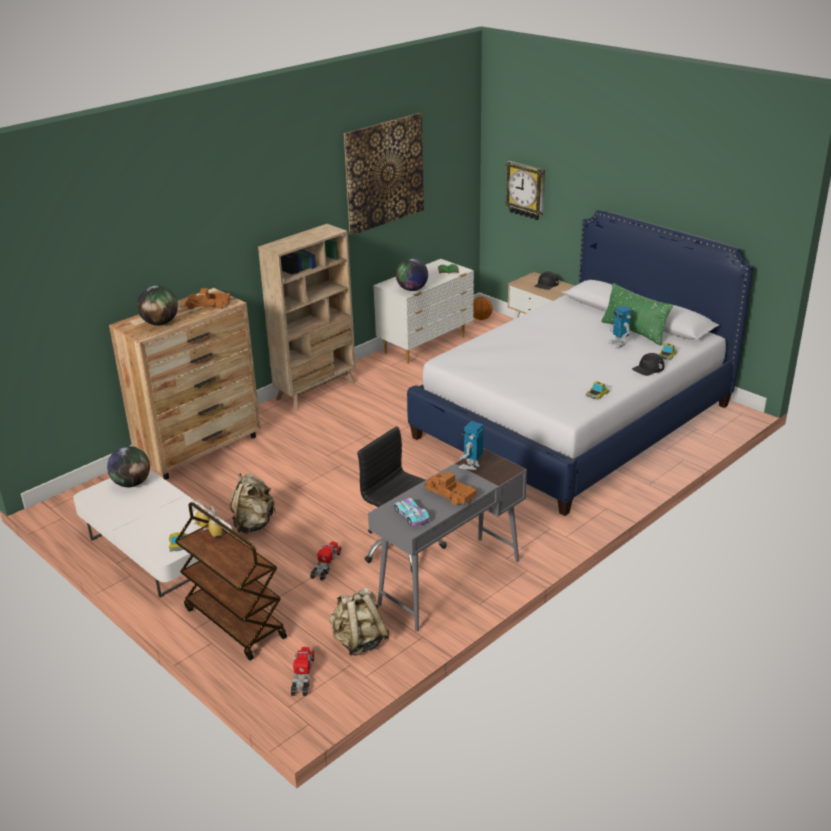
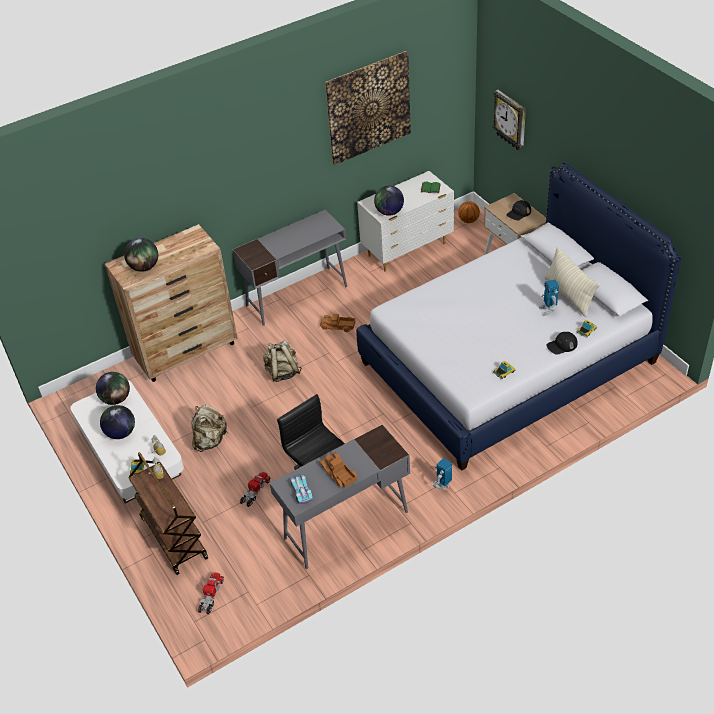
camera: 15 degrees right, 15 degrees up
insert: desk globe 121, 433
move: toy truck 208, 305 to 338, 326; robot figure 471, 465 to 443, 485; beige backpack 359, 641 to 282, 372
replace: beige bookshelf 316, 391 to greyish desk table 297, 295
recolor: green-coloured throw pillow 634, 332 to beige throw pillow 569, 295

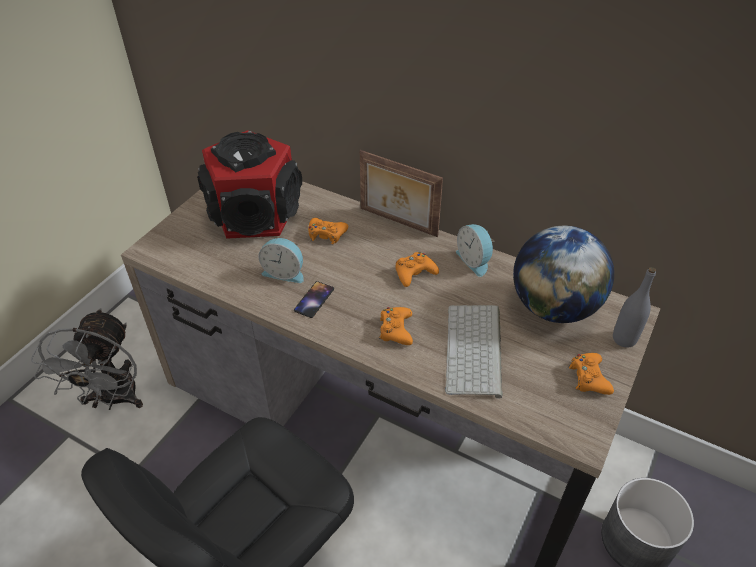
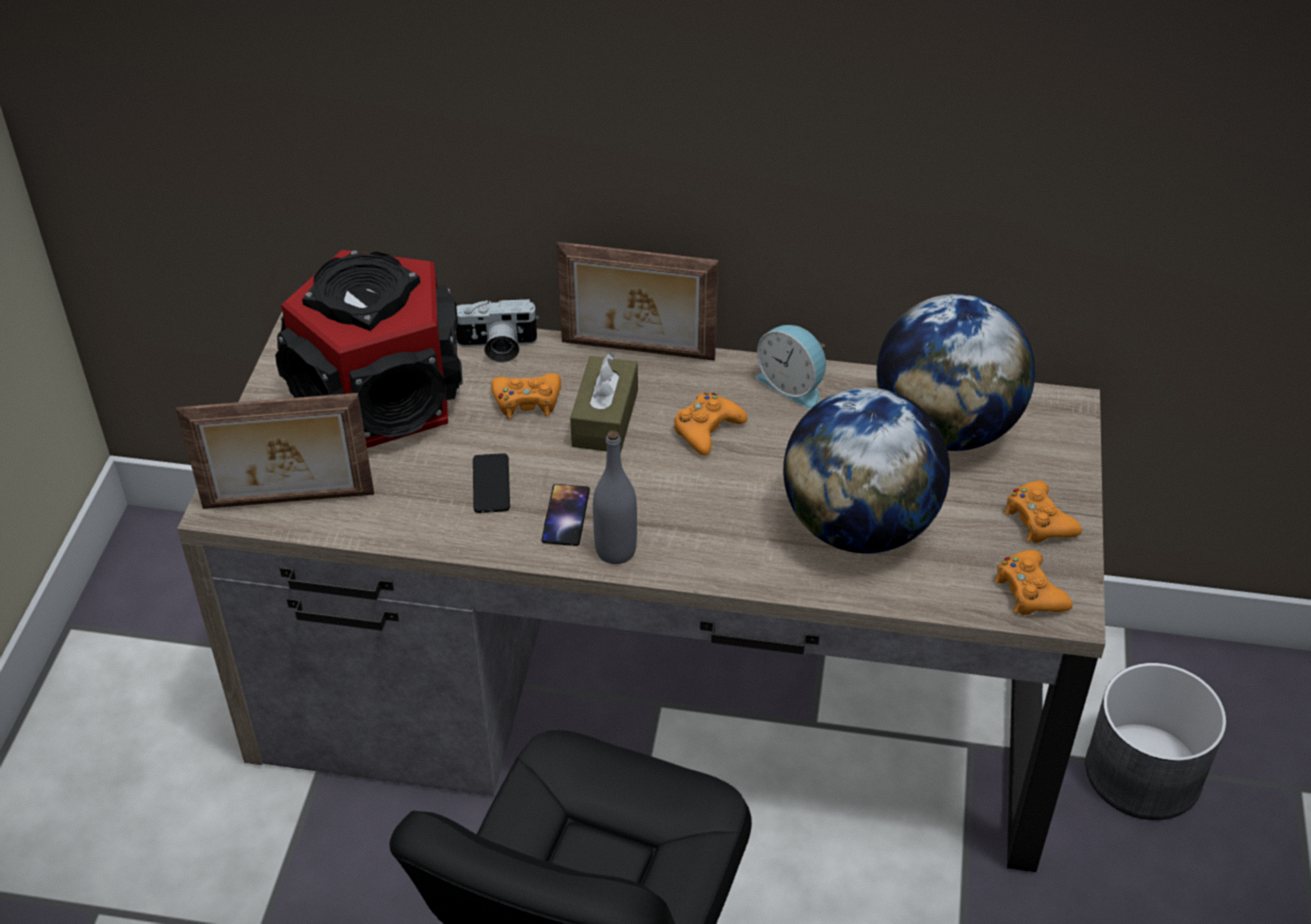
camera: 20 degrees left, 0 degrees up
delete: greyish cooling fan 114, 400
insert: photo camera 496, 347; brownish tissue box 605, 418; picture frame 288, 502
move: greyish beverage bottle 624, 339 to 615, 550; orangey joypad 396, 330 to 1029, 592
replace: bedside clock 284, 272 to telephone 491, 484; computer keyboard 475, 351 to desk globe 859, 527

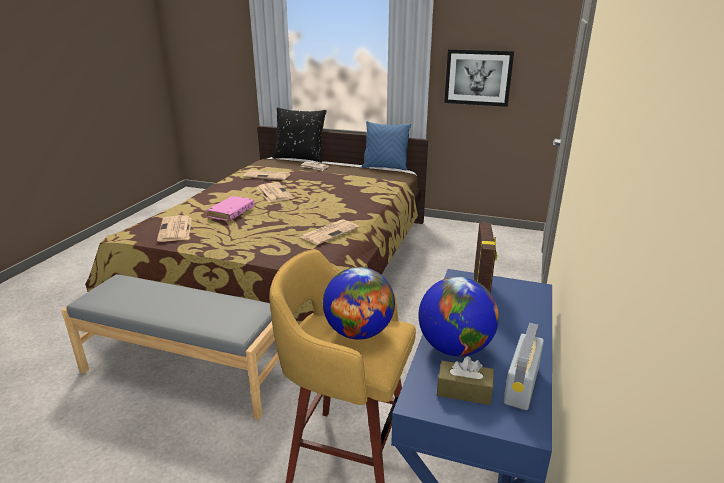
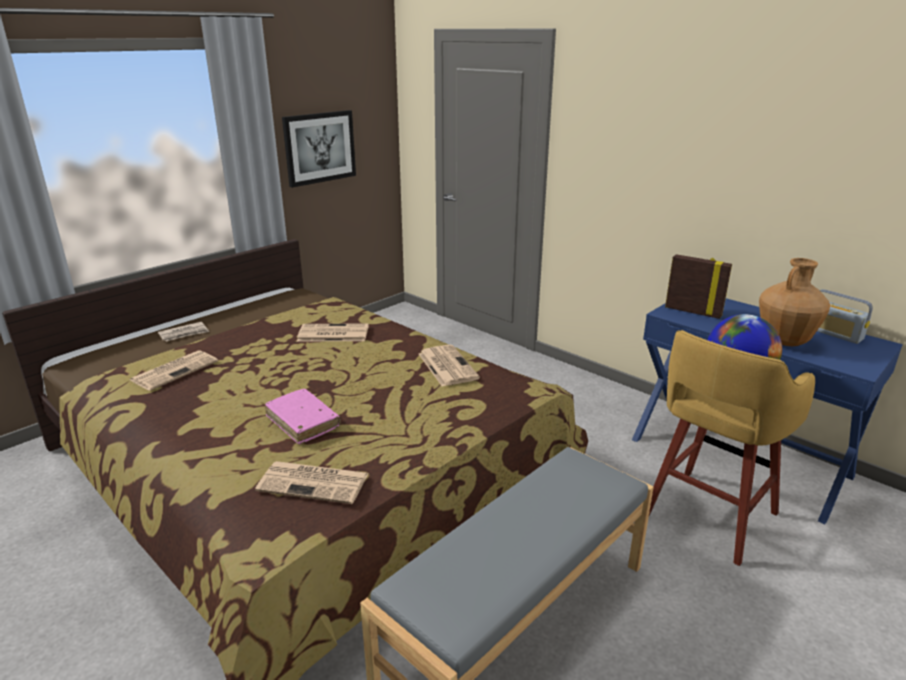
camera: 65 degrees left, 0 degrees up
delete: blackish throw pillow 300, 158; bluish throw pillow 385, 167; brownish tissue box 464, 391
move: newspaper 273, 193 to 332, 334
replace: desk globe 455, 348 to brownish decorative vase 784, 341

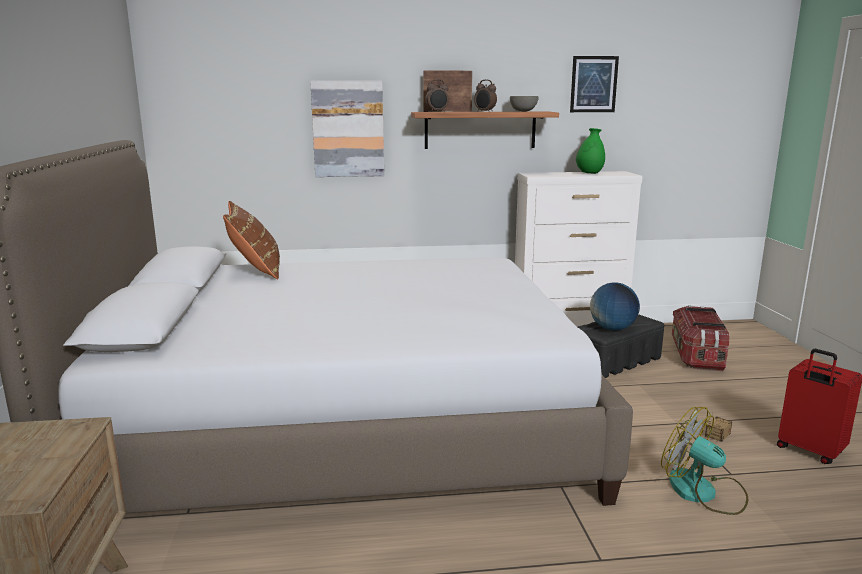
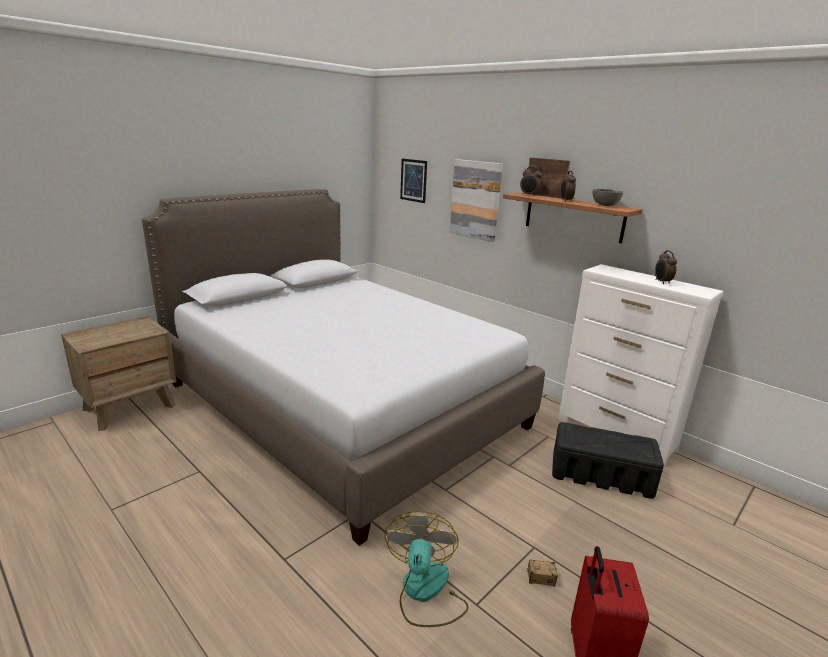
camera: 50 degrees right, 5 degrees up
delete: brownish throw pillow 256, 271; desk globe 612, 329; storage container 696, 355
move: wall art 593, 84 to 413, 180
replace: green-coloured decorative vase 589, 173 to bedside clock 662, 282

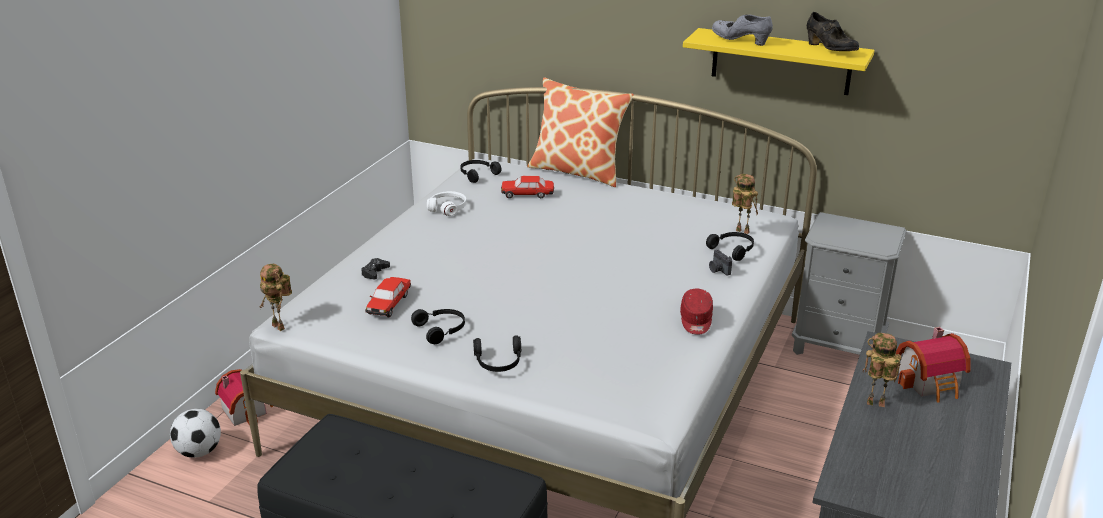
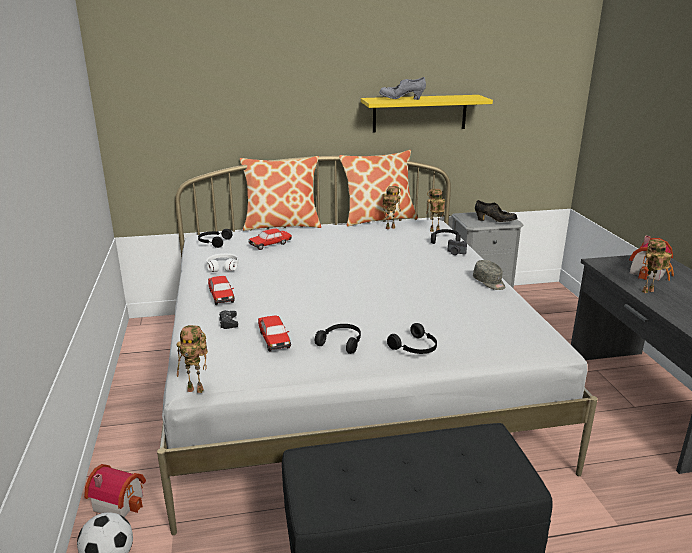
camera: 35 degrees left, 5 degrees down
insert: throw pillow 378, 219; robot figure 390, 227; toy car 221, 296
move: blackish shoe 829, 50 to 494, 222
recolor: reddish cap 696, 320 to greyish cap 489, 282

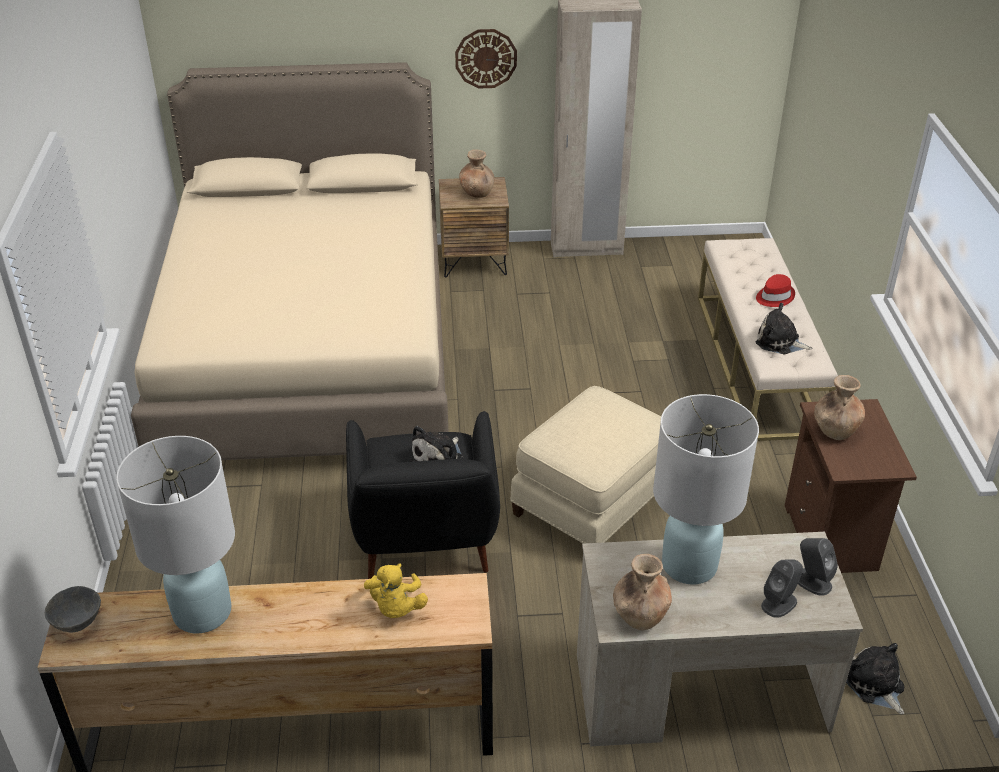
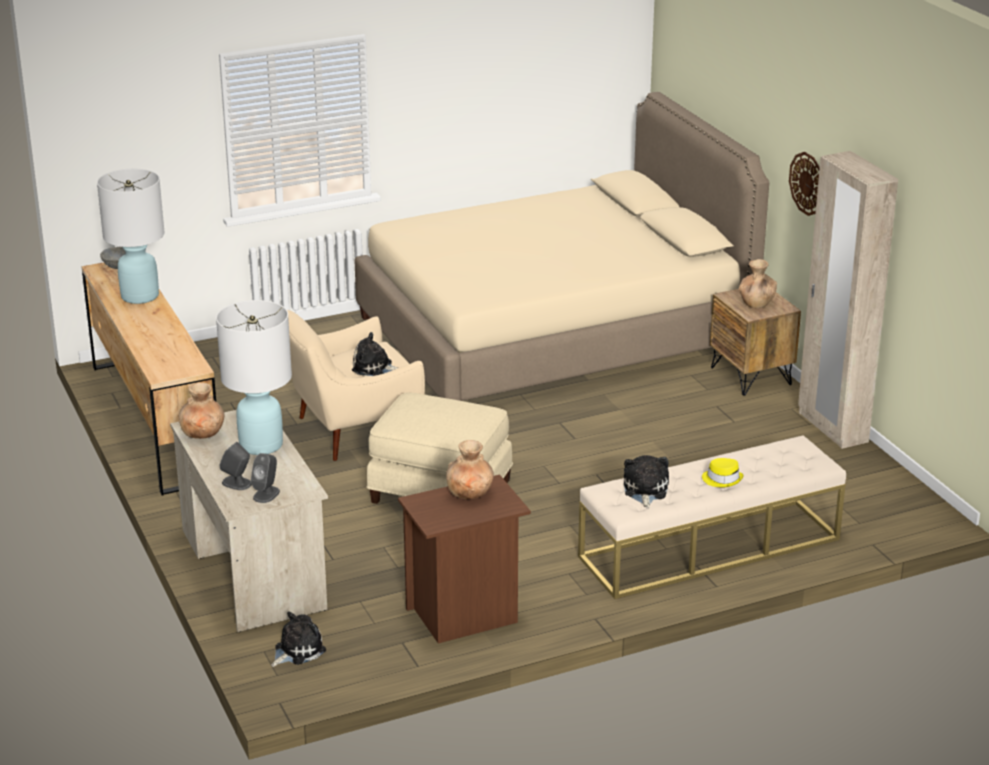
camera: 70 degrees right, 10 degrees down
delete: yellowish soft toy 396, 608
recolor: reddish wearable hat 774, 297 to yellowish wearable hat 722, 479; blackish armchair 425, 542 to beige armchair 352, 431

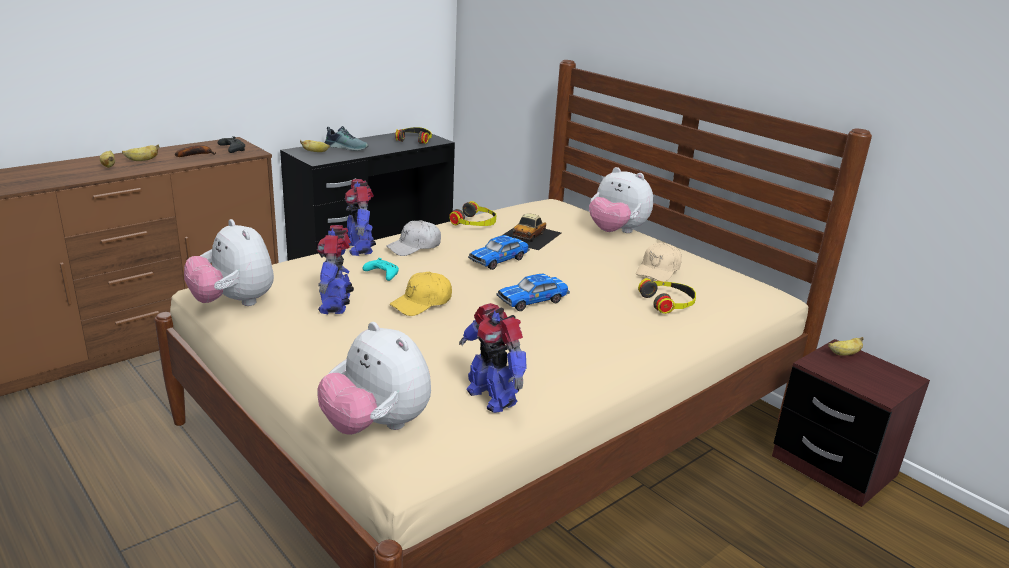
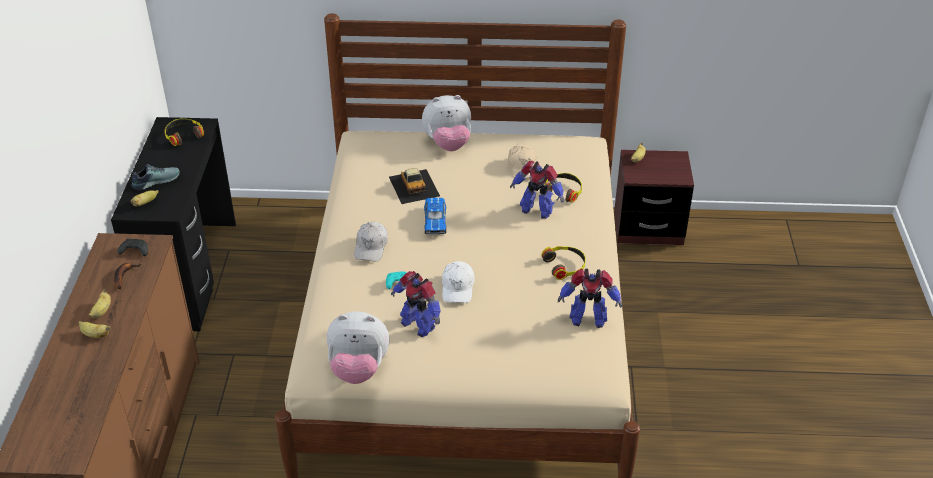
camera: 45 degrees left, 15 degrees up
delete: toy car 533, 300; soft toy 376, 426
move: robot figure 360, 248 to 536, 210; headset 475, 223 to 565, 266
recolor: yellowish cap 422, 303 to whitish cap 458, 287

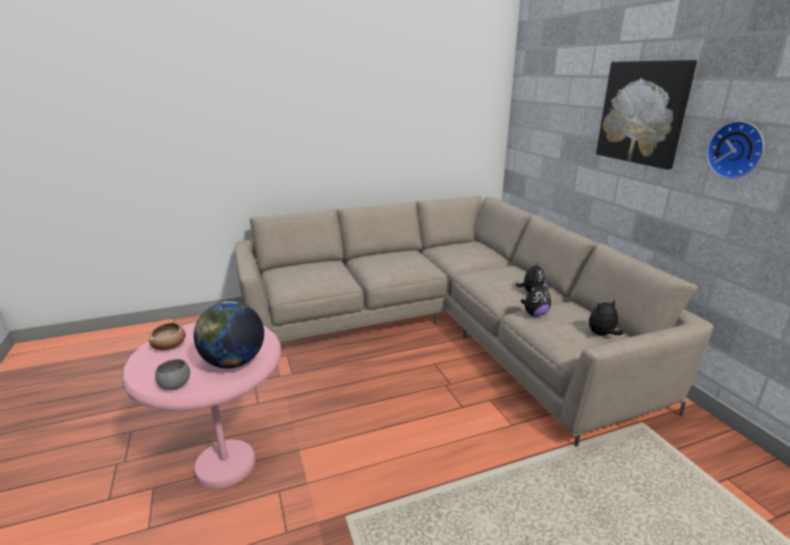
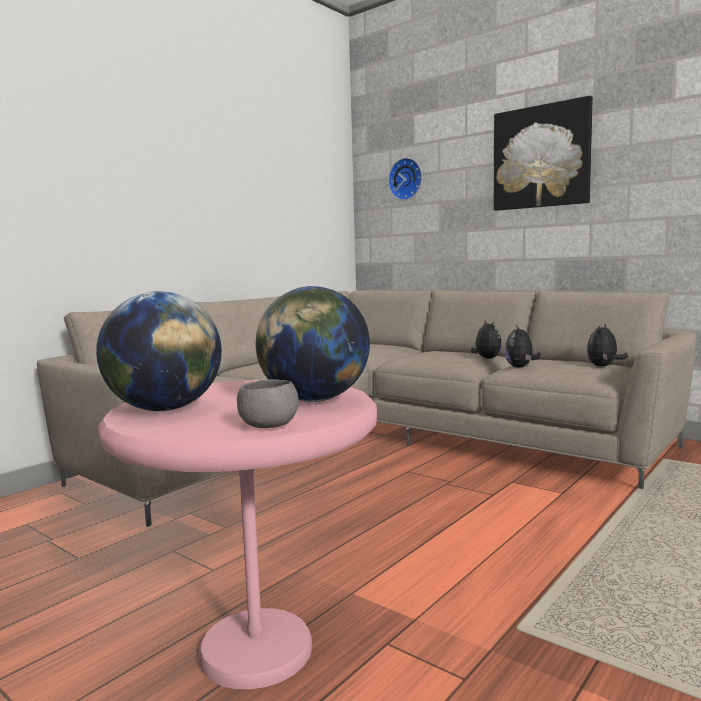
camera: 30 degrees left, 15 degrees down
move: wall clock 737, 150 to 406, 179
replace: serving bowl 170, 346 to desk globe 164, 409
rotate: soft toy 535, 314 = 520, 367 150 degrees clockwise

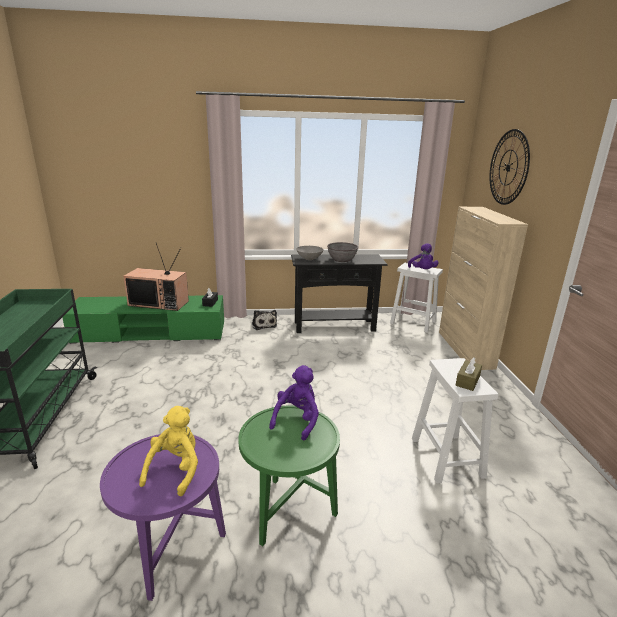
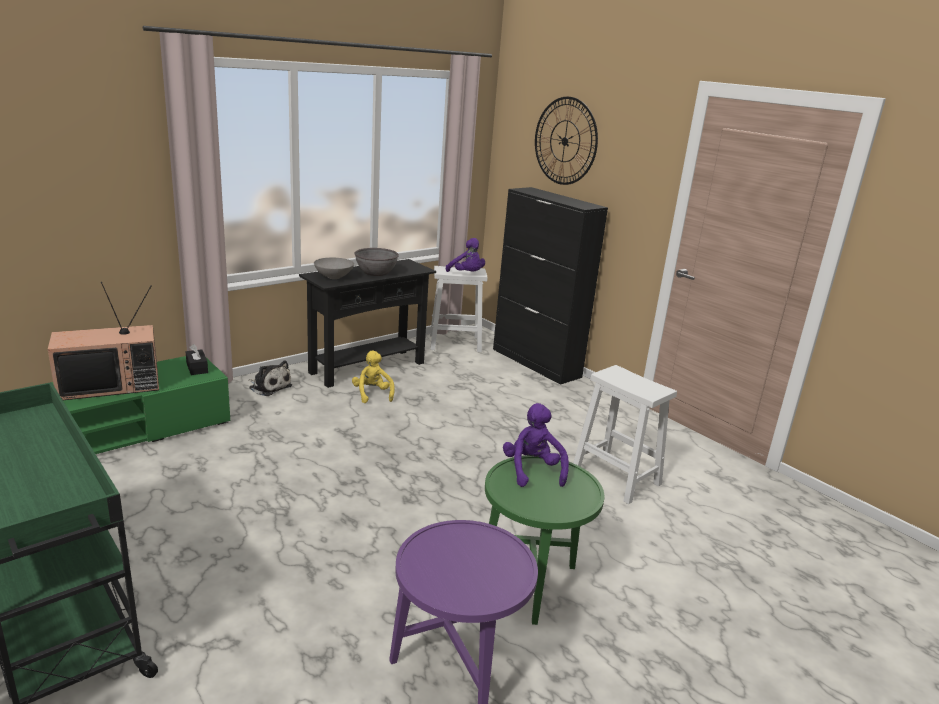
camera: 35 degrees left, 0 degrees up
delete: brownish tissue box 467, 381
move: yellowish soft toy 175, 470 to 372, 394
recolor: beige storage cabinet 465, 349 to blackish storage cabinet 536, 363

